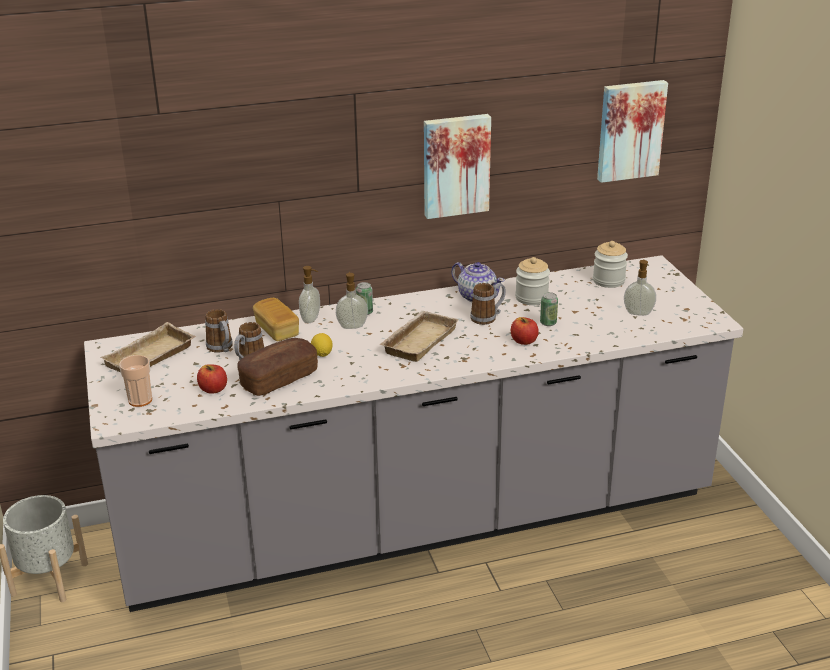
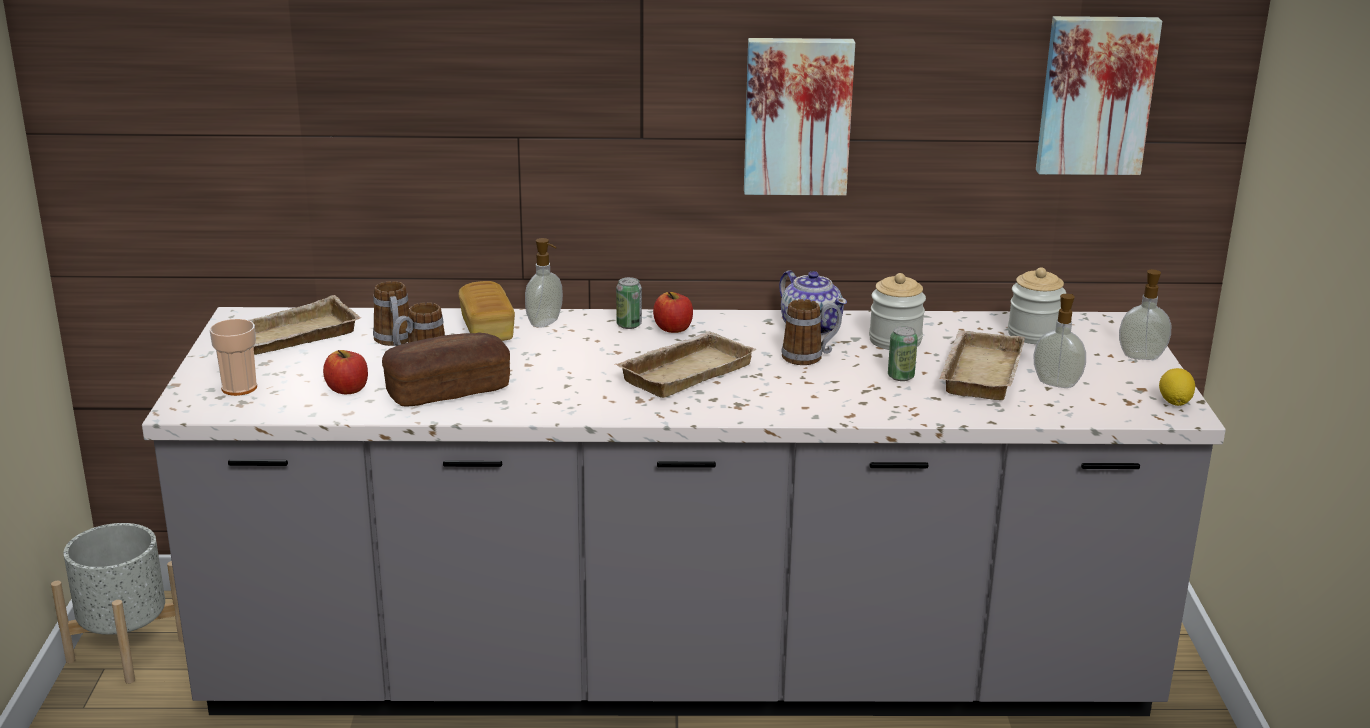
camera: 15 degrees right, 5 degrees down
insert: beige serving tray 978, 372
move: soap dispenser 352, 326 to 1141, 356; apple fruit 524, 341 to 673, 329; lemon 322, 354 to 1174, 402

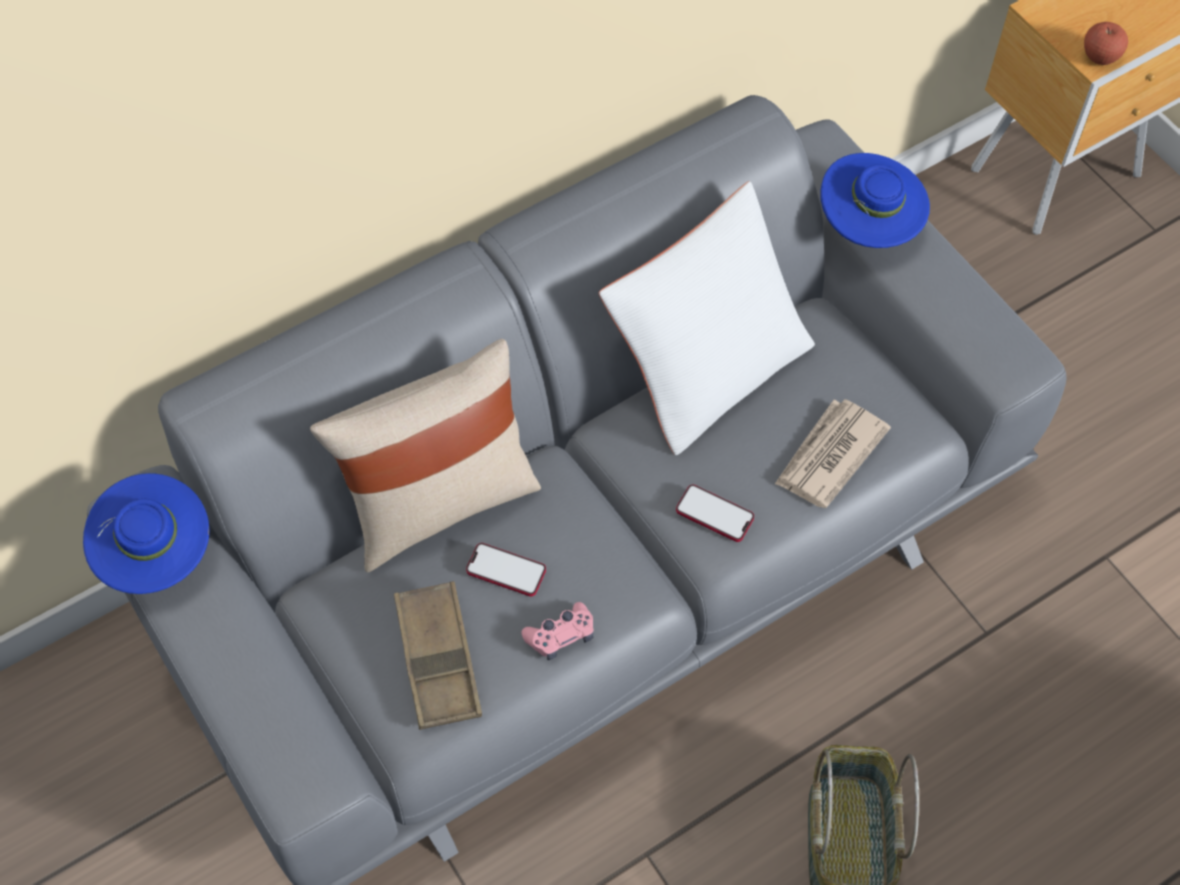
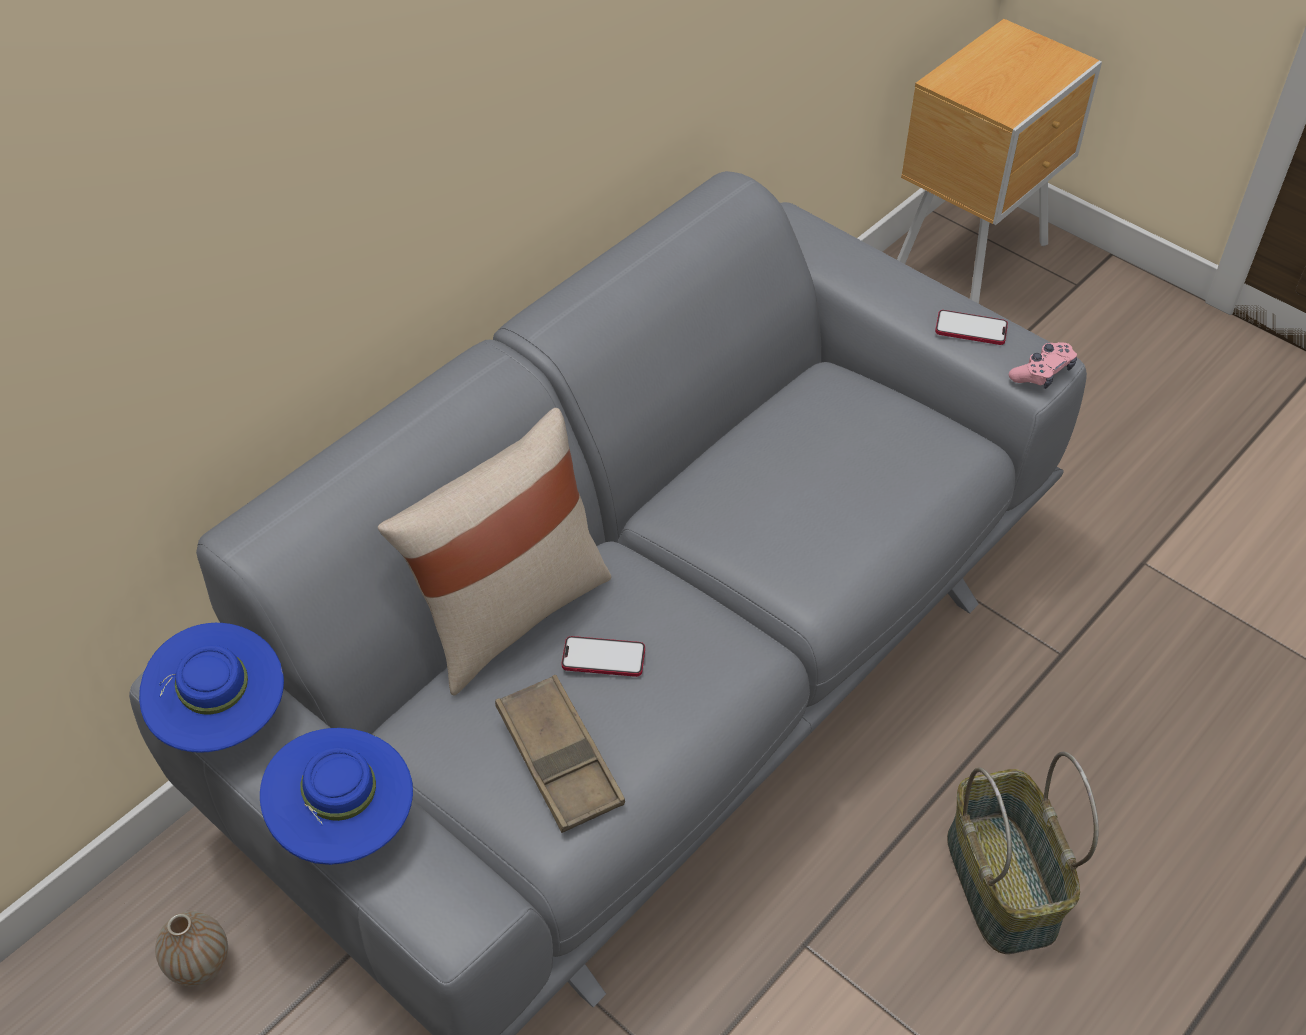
camera: 15 degrees left, 10 degrees down
delete: apple fruit 1100, 57; whitish throw pillow 707, 364; newspaper 829, 456
insert: decorative vase 200, 964
move: bluish wearable hat 868, 227 to 346, 822; telephone 714, 514 to 971, 329; pink joypad 561, 636 to 1042, 373

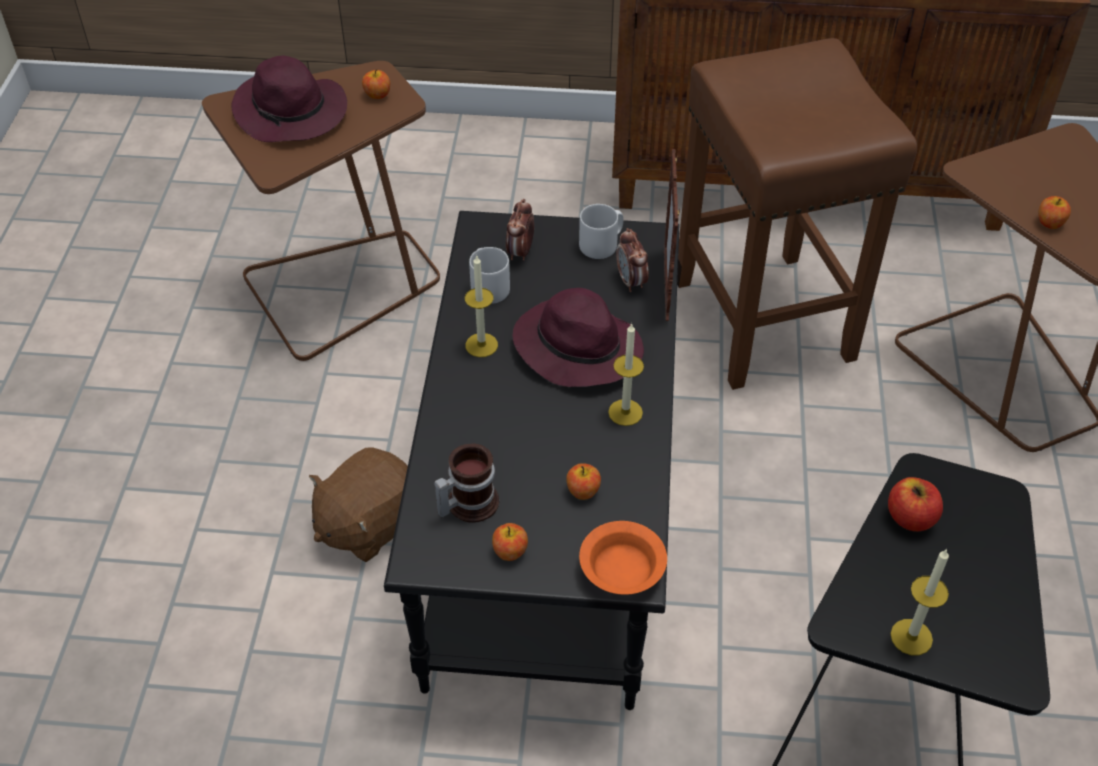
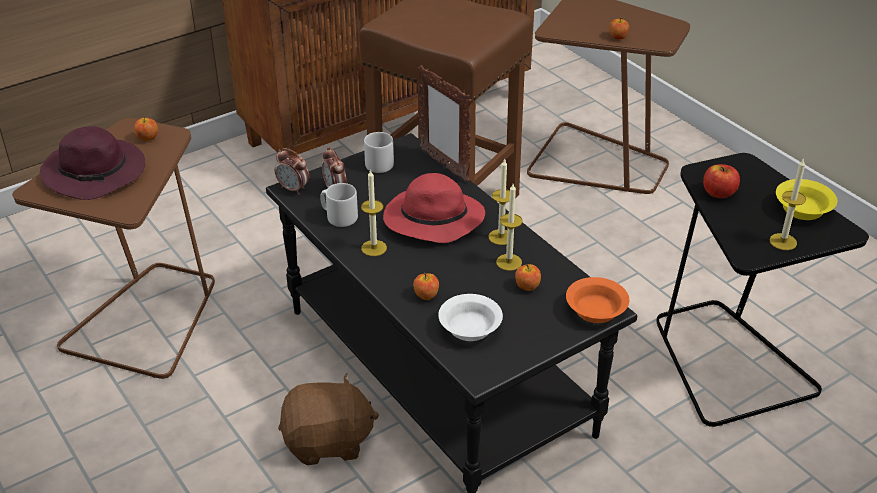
camera: 40 degrees left, 10 degrees down
insert: yellowish serving bowl 803, 210; wax candle 509, 262
move: bedside clock 631, 281 to 293, 189; apple fruit 510, 551 to 426, 295
replace: tea mug 467, 503 to whitish serving bowl 470, 329
recolor: purplish wearable hat 576, 347 to reddish wearable hat 432, 220
rotate: brownish soft toy 368, 524 = 328, 442 105 degrees counterclockwise

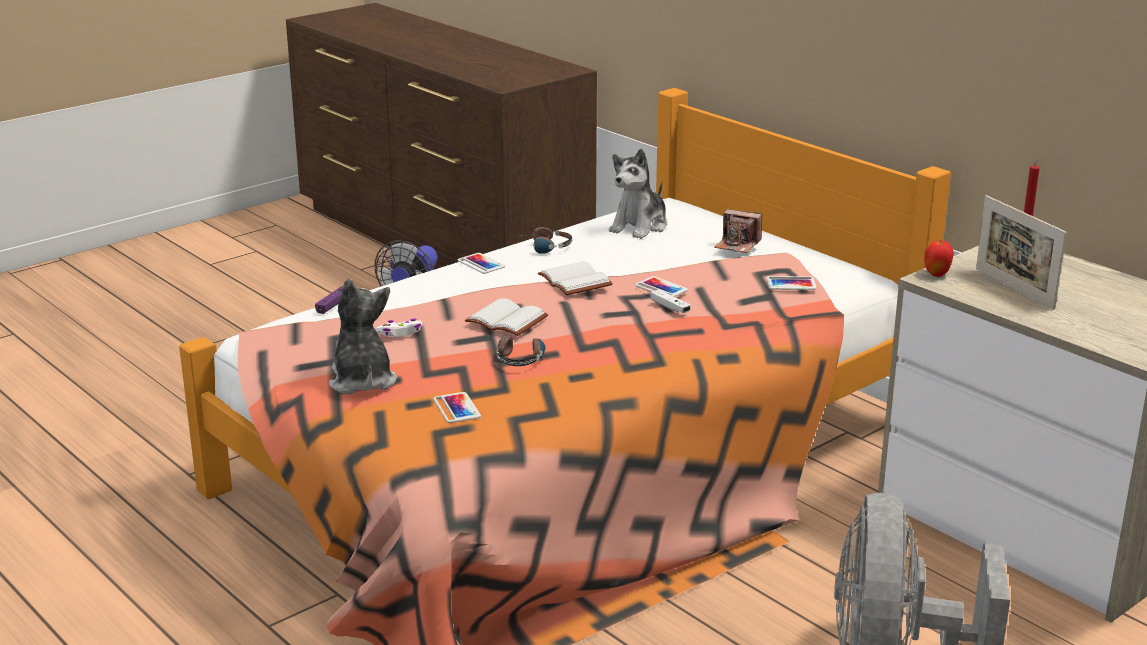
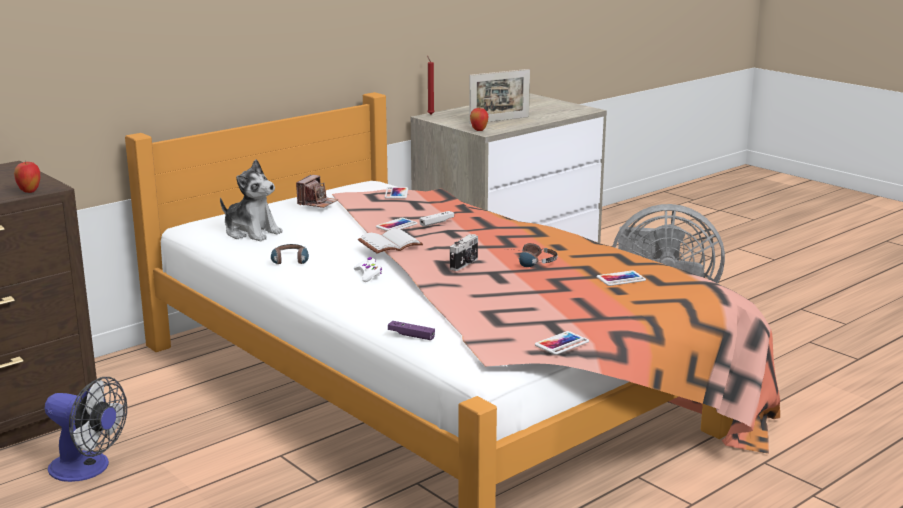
camera: 90 degrees left, 5 degrees down
delete: soft toy 362, 381
insert: apple fruit 29, 191
move: telephone 481, 264 to 561, 343; whitish joypad 400, 333 to 368, 275
replace: whitish bound book 508, 320 to photo camera 465, 264

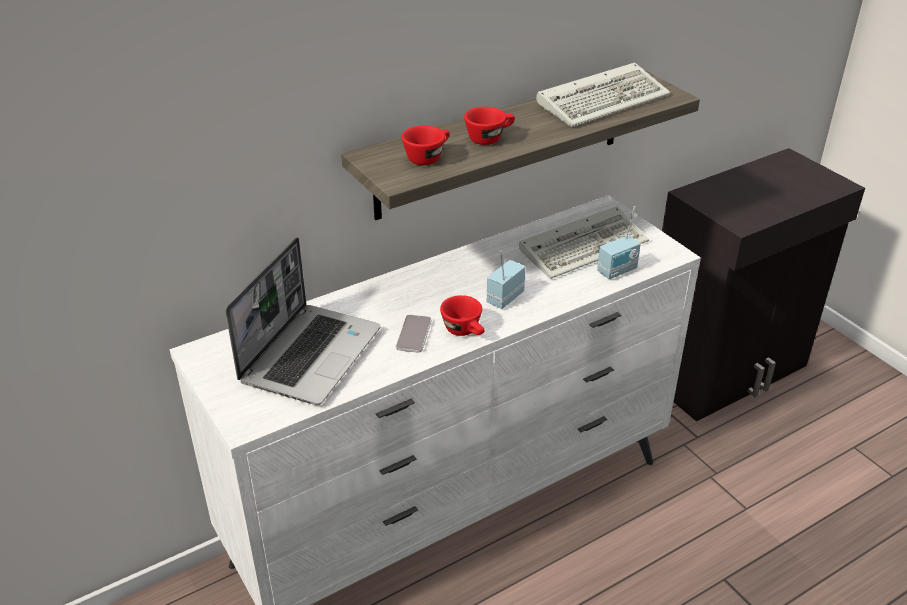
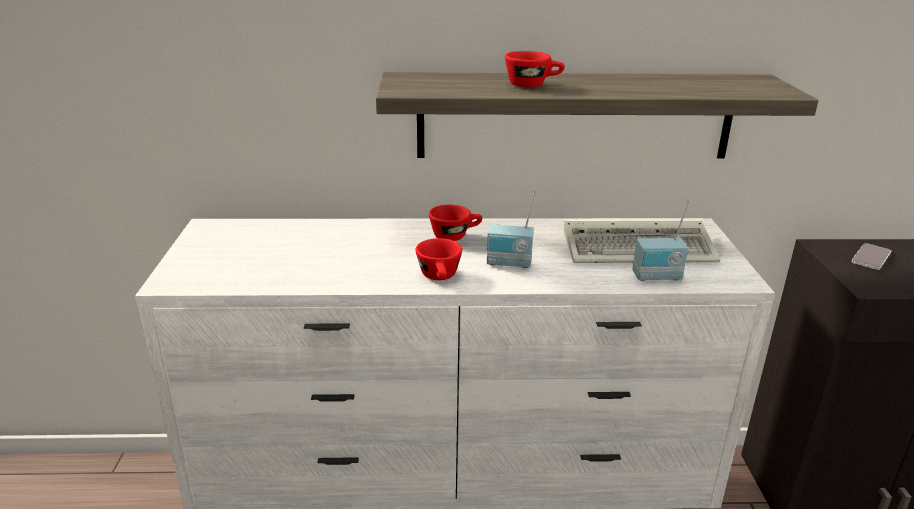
camera: 30 degrees right, 10 degrees down
delete: computer keyboard 604, 100; portable computer 310, 354
move: reddish cup 428, 157 to 455, 236; telephone 413, 334 to 871, 257
rotate: radio 503, 297 = 509, 264 150 degrees counterclockwise

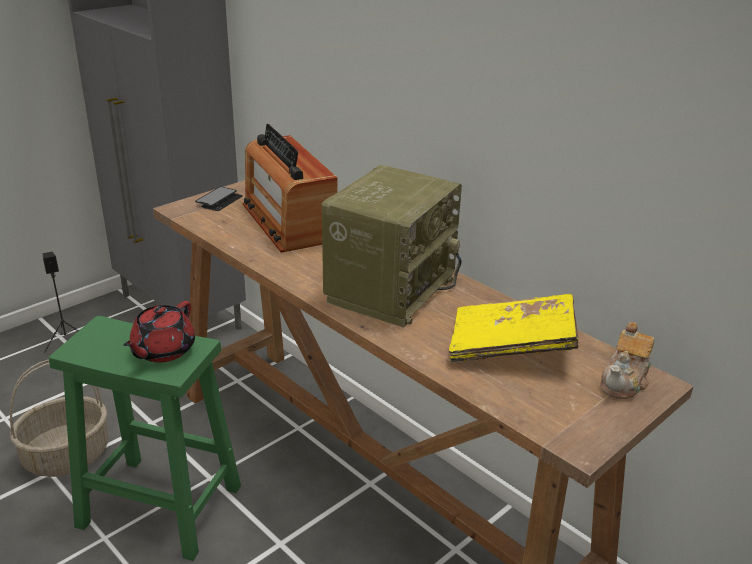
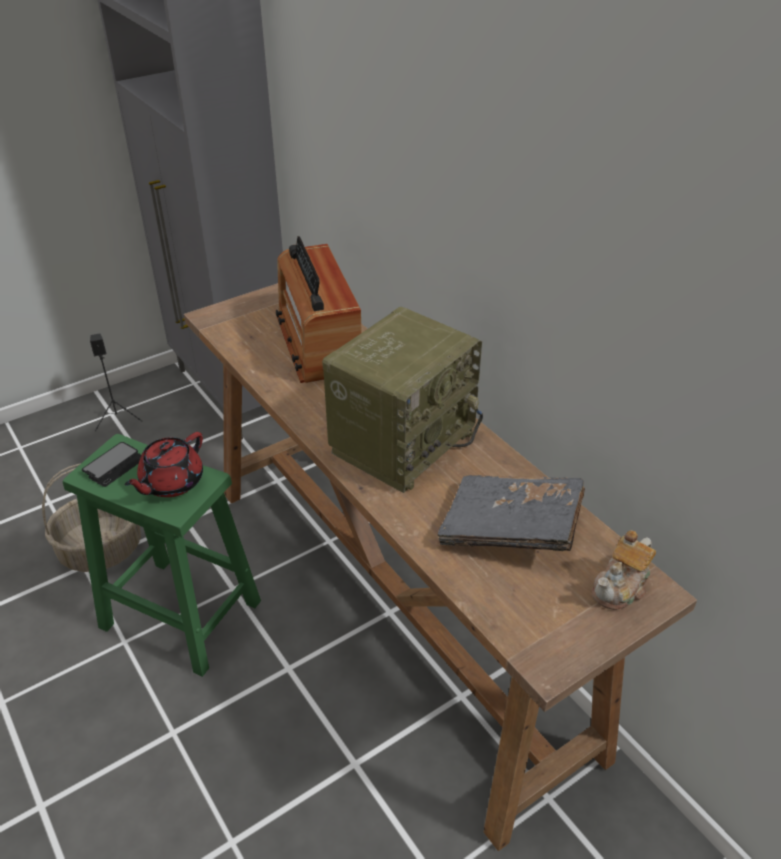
camera: 10 degrees right, 10 degrees up
move: telephone 219, 200 to 114, 465
recolor: yellowish bound book 511, 347 to greyish bound book 511, 529

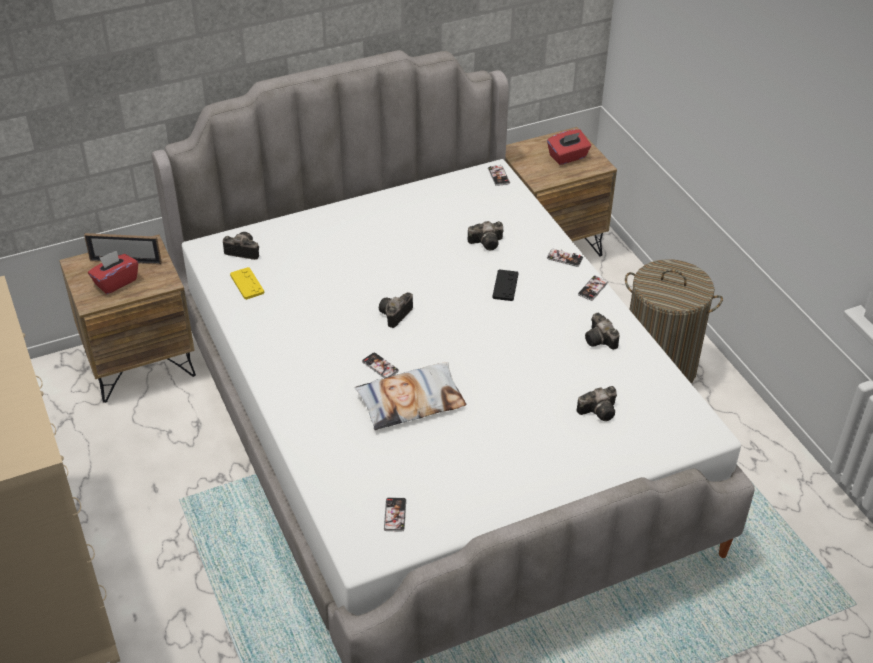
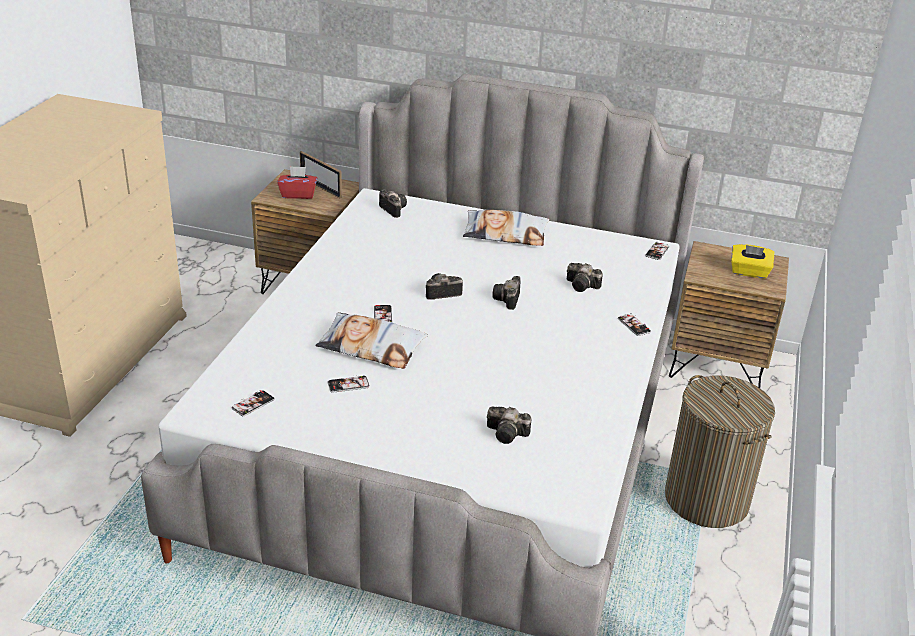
camera: 40 degrees right, 10 degrees down
delete: yellowish joypad 247, 284; blackish joypad 505, 286
insert: throw pillow 505, 234
move: telephone 593, 288 to 348, 385; photo camera 601, 340 to 507, 300
recolor: reddish tissue box 568, 157 to yellowish tissue box 749, 272

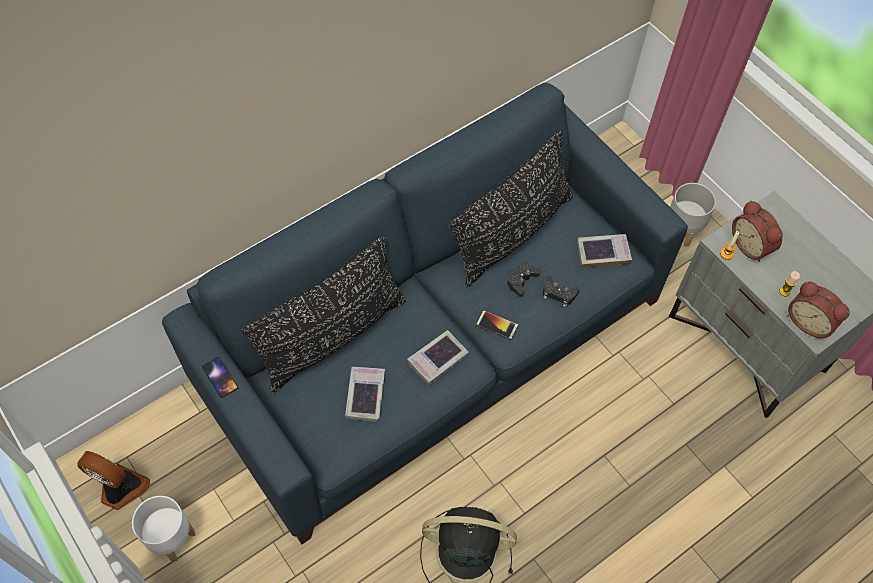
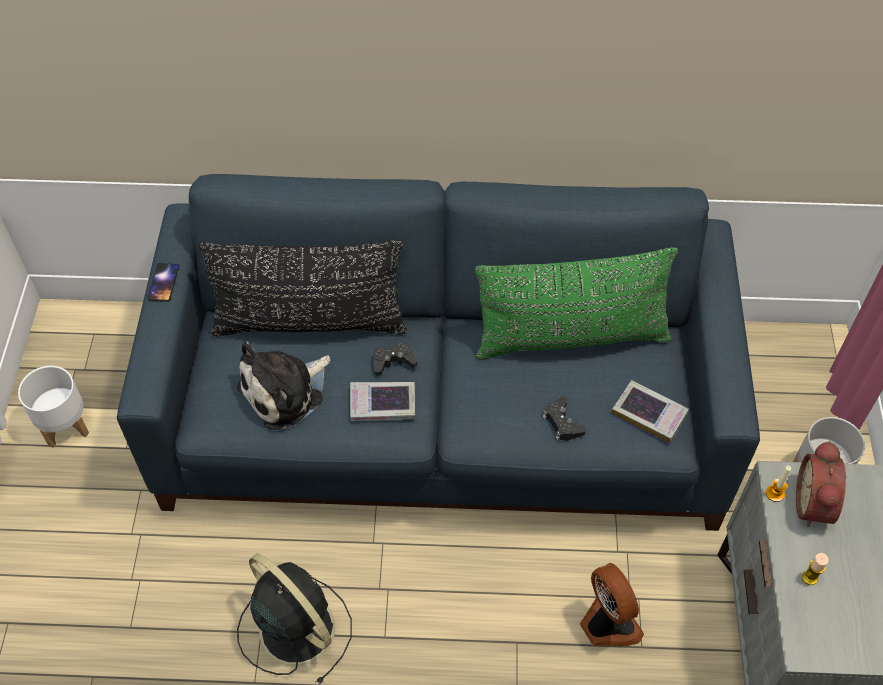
camera: 40 degrees right, 5 degrees down
delete: bedside clock 810, 321; telephone 497, 325
move: blackish joypad 522, 280 to 393, 361; cooling fan 120, 488 to 607, 623
replace: bound book 365, 395 to soft toy 286, 391
recolor: blackish throw pillow 512, 233 to green-coloured throw pillow 571, 337

